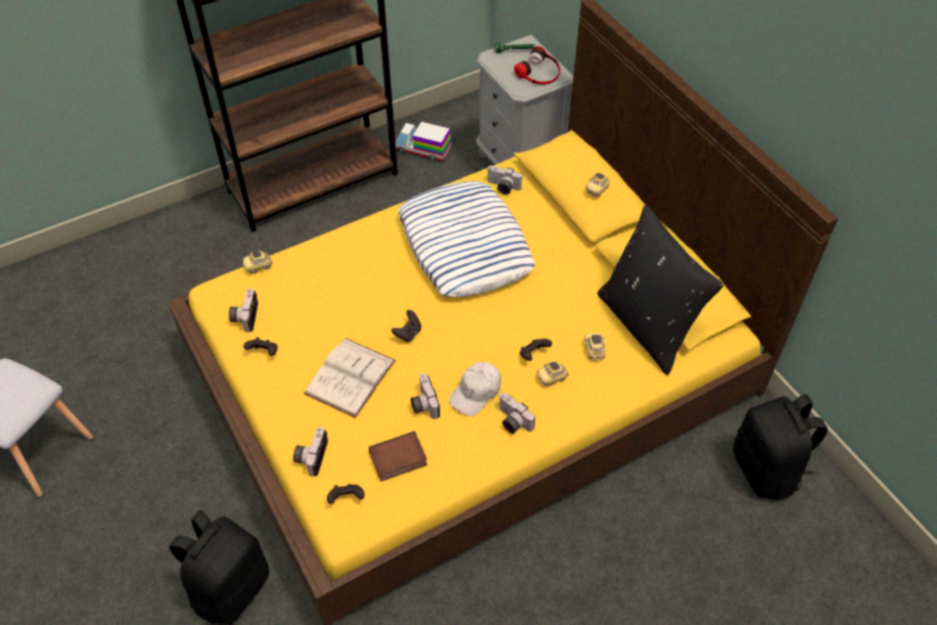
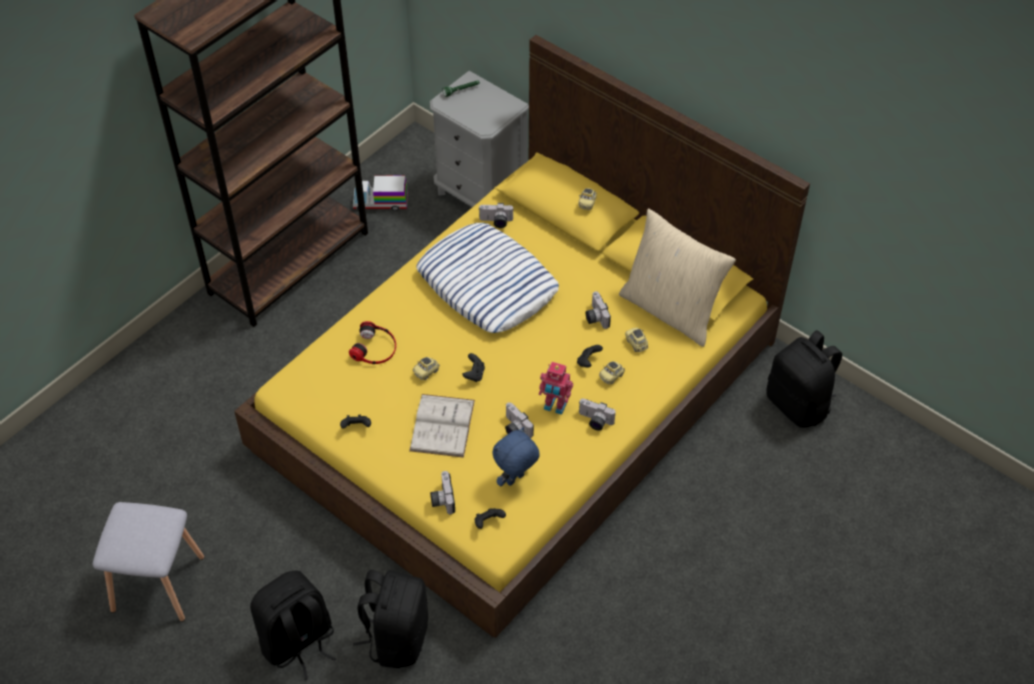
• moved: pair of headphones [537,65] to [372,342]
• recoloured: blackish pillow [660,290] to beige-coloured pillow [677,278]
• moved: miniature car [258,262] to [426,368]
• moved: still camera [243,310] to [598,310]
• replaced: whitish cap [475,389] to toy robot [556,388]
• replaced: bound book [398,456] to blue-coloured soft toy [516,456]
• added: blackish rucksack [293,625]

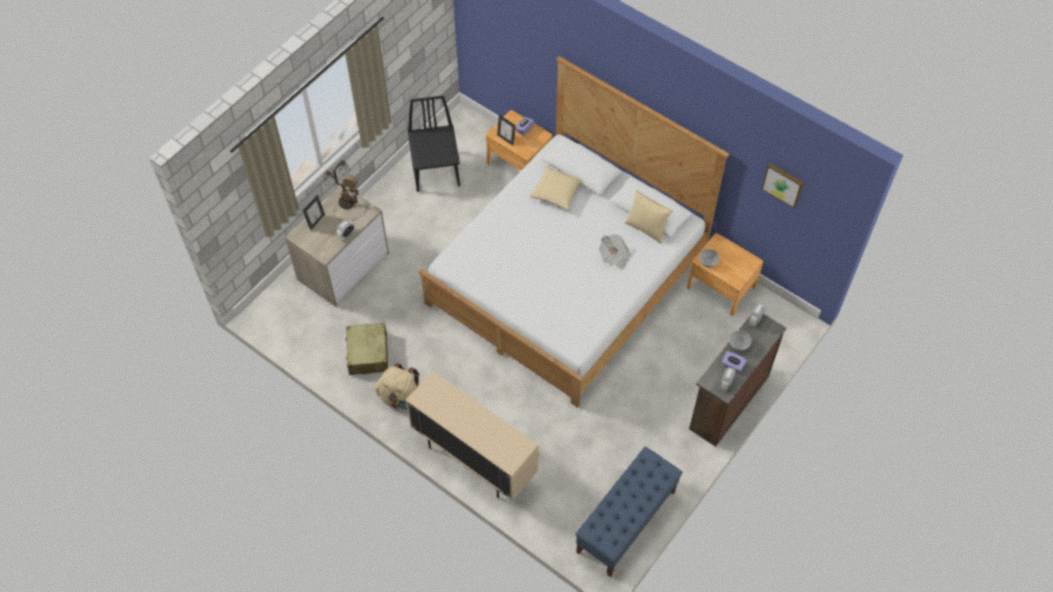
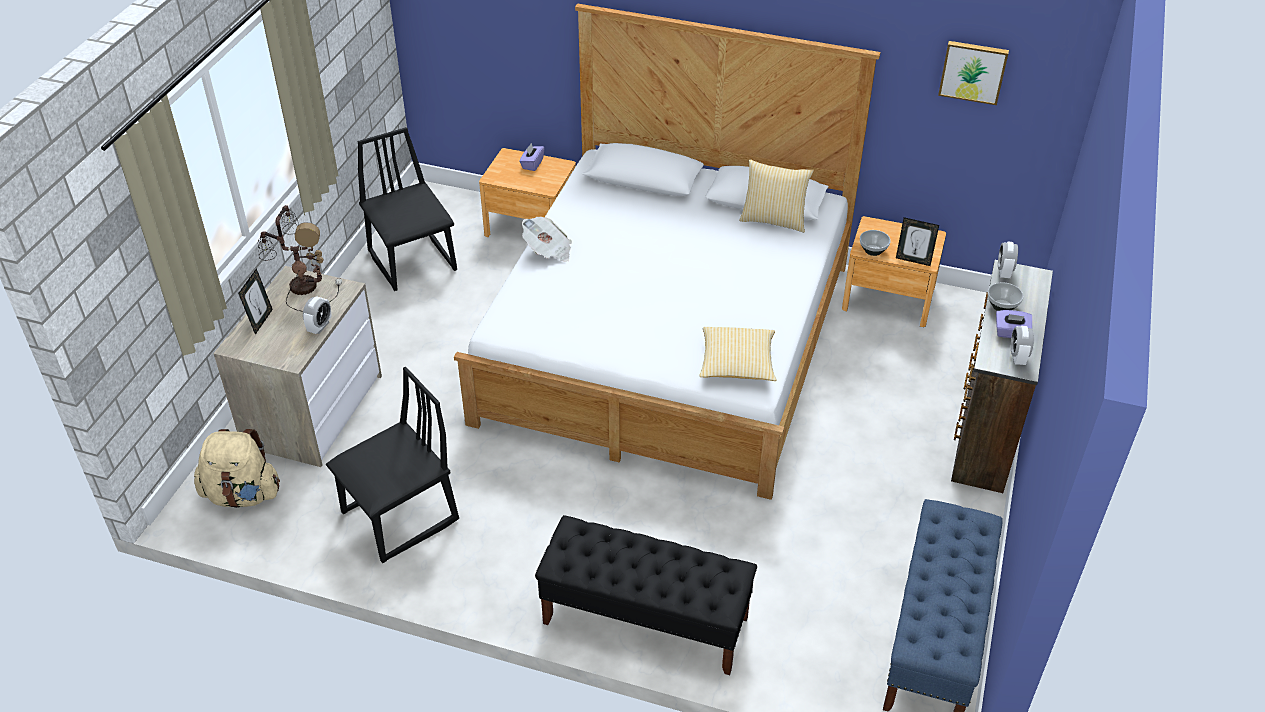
• moved: standing frame [506,130] to [917,241]
• moved: pillow [555,188] to [737,354]
• moved: daily paper [615,252] to [547,239]
• replaced: beige-coloured travel case [366,349] to blackish chair [392,465]
• moved: beige-coloured rucksack [397,386] to [237,468]
• replaced: beige-coloured cupboard [472,436] to blackish indoor bench [646,595]

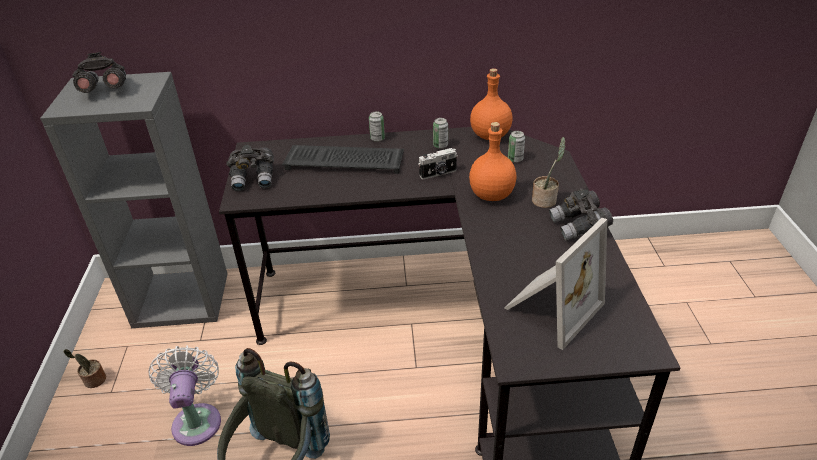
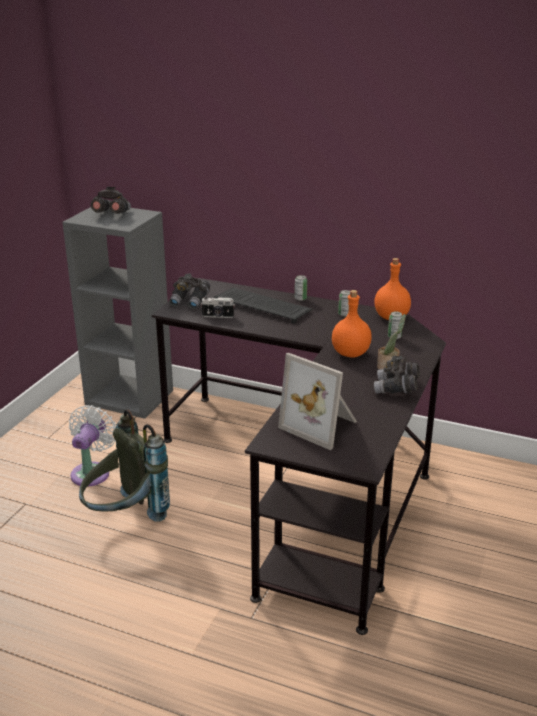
• moved: still camera [438,163] to [218,307]
• turned: standing frame [555,284] = [317,401] 60 degrees clockwise
• removed: houseplant [84,368]

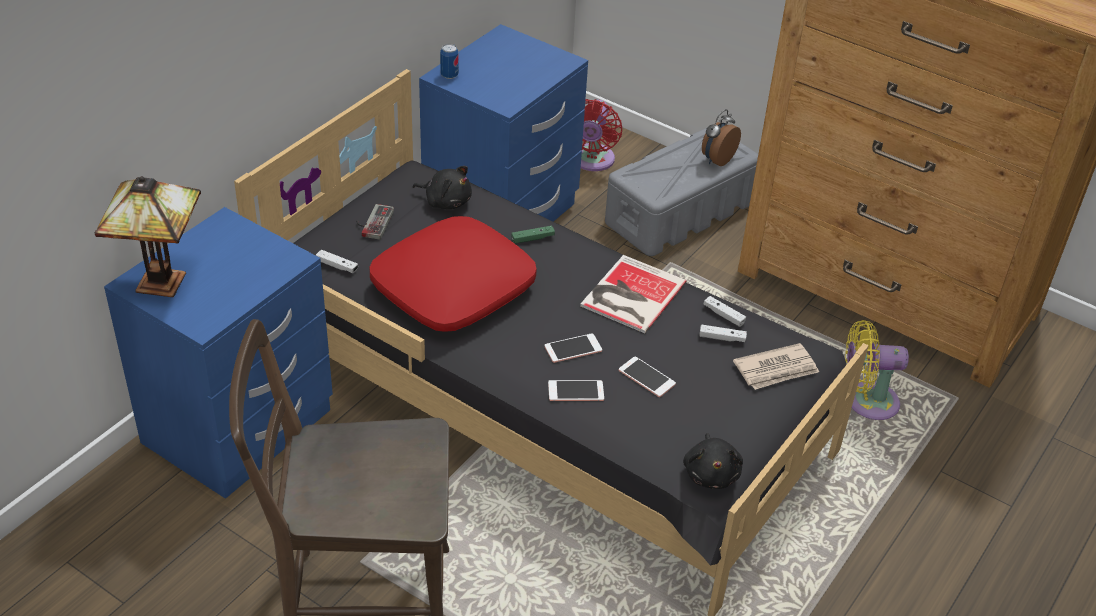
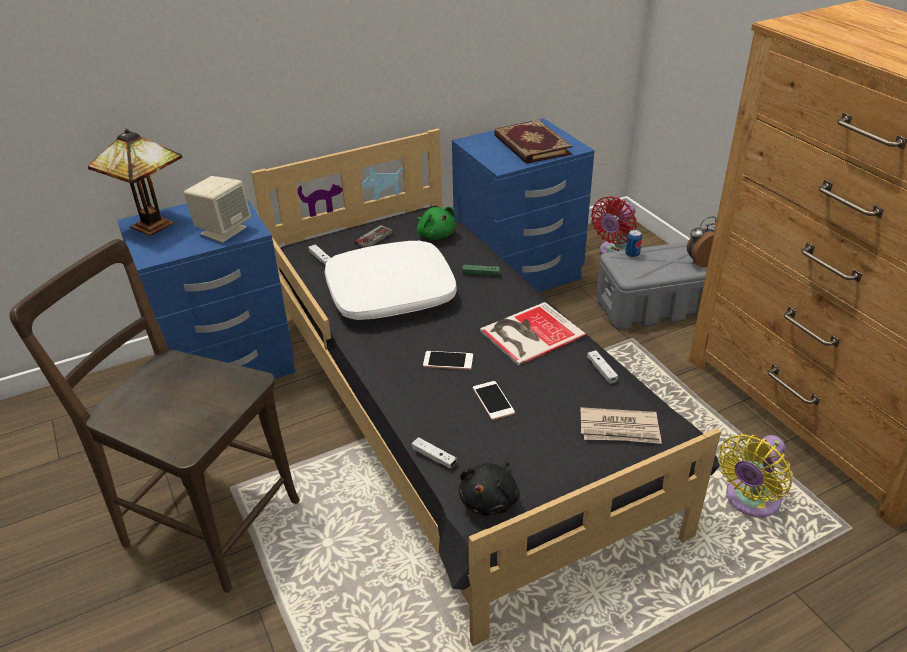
• moved: metal can [449,61] to [633,243]
• recoloured: blackish soft toy [442,187] to green-coloured soft toy [436,223]
• recoloured: red-coloured pillow [453,274] to whitish pillow [391,280]
• turned: yellow-coloured electric fan [877,370] = [755,475] 75 degrees counterclockwise
• moved: whitish gamepad [723,333] to [434,452]
• removed: handset [576,390]
• added: bound book [533,142]
• added: beige-coloured speaker [217,209]

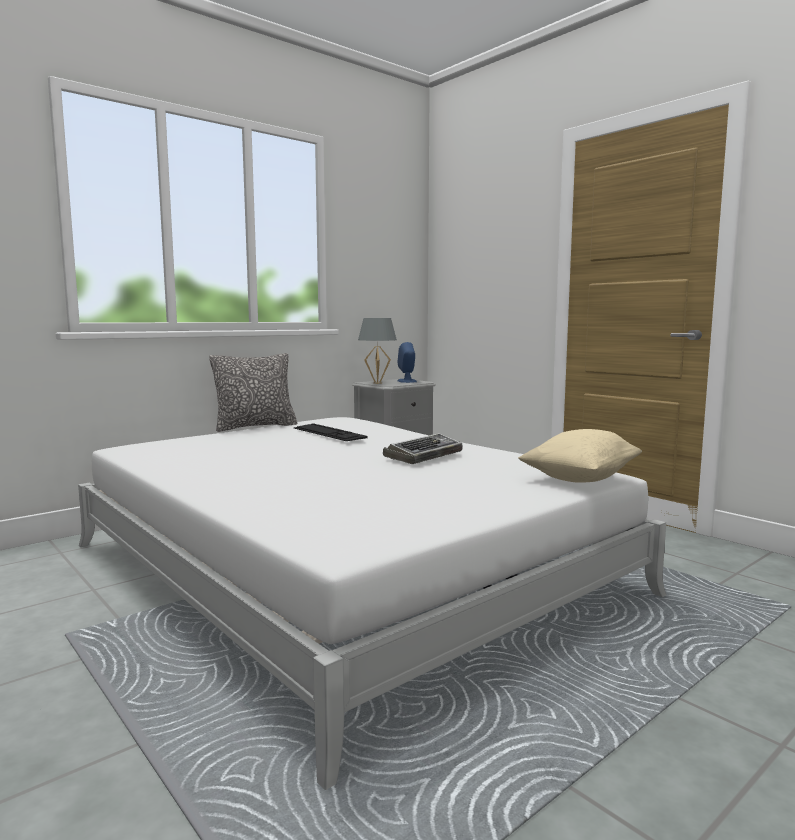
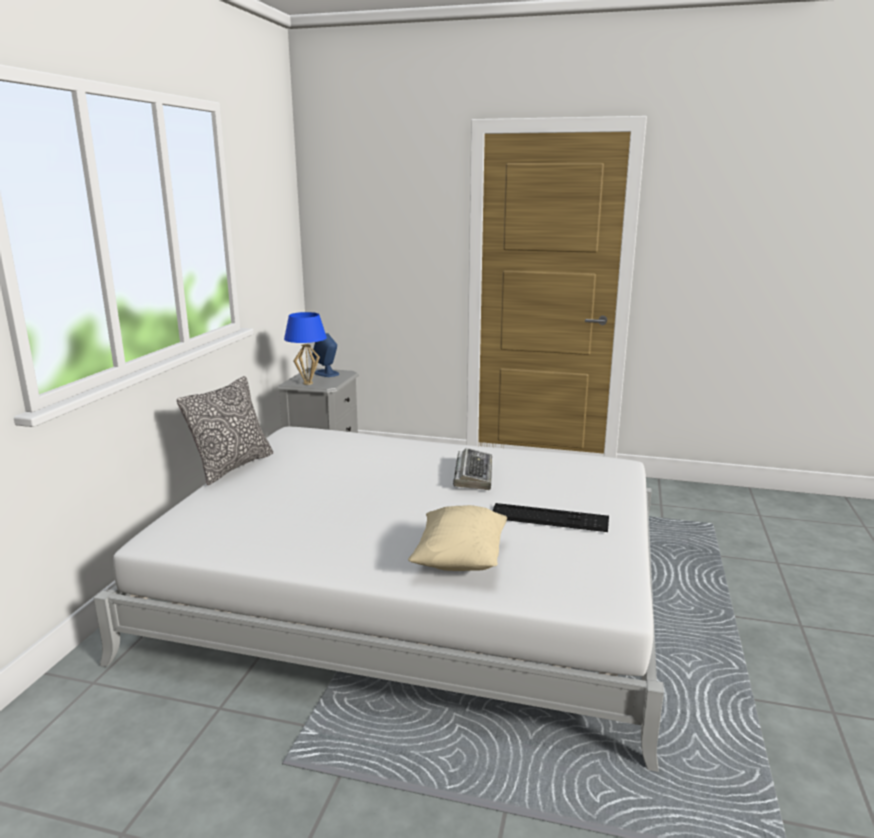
• recoloured: greyish tabletop lamp [377,351] to blue-coloured tabletop lamp [305,348]
• moved: PC keyboard [330,432] to [551,517]
• moved: beige-coloured pillow [580,456] to [457,538]

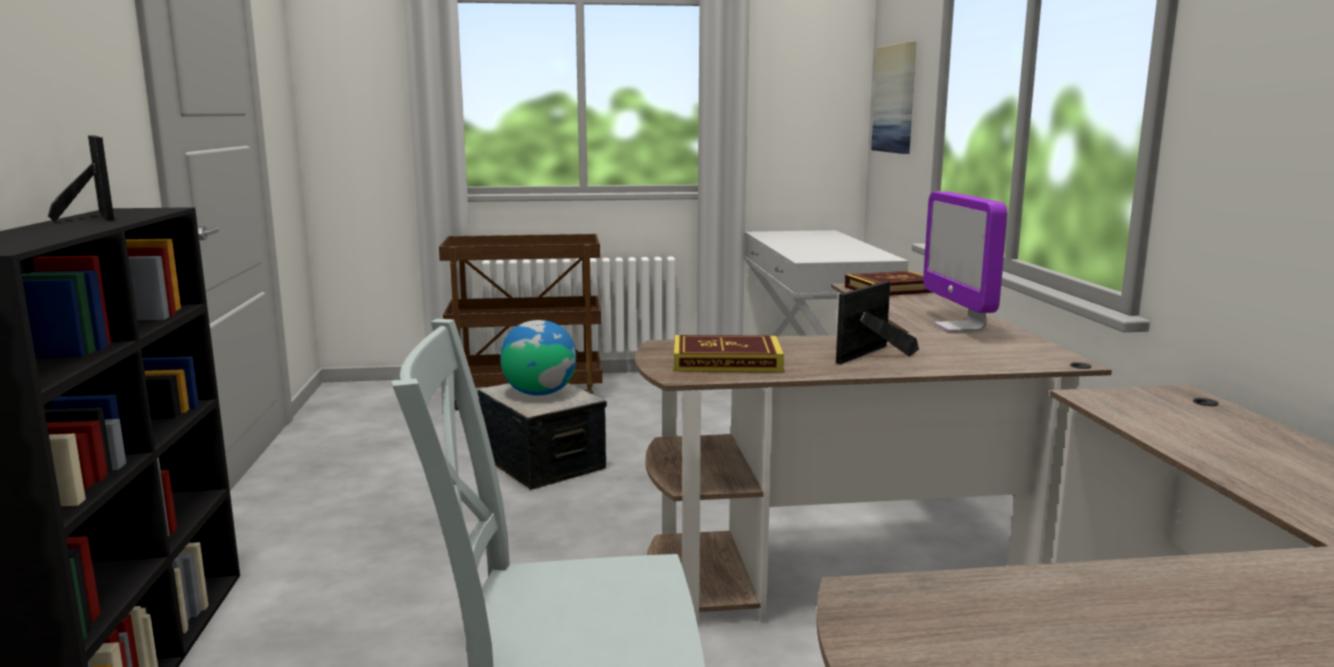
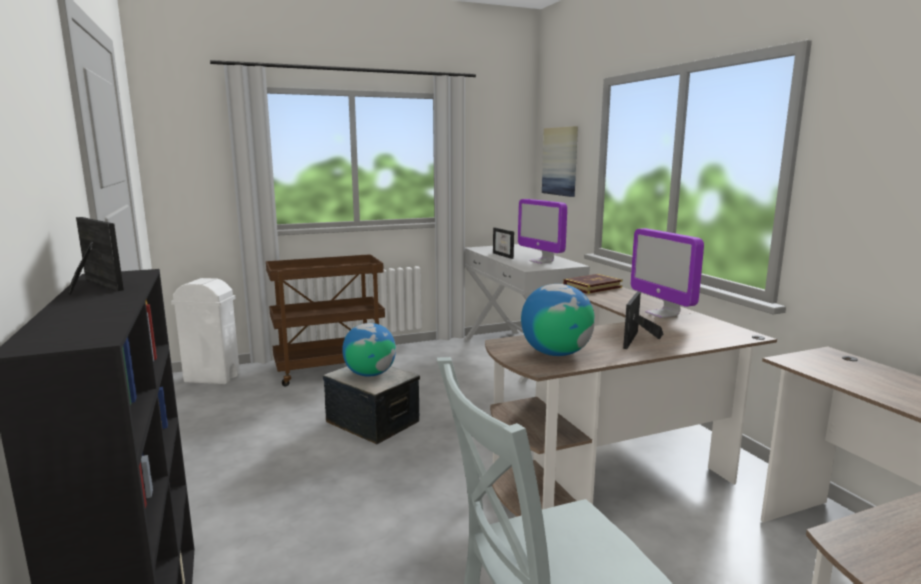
• replaced: bound book [729,353] to desk globe [558,320]
• added: monitor [542,231]
• added: standing frame [503,243]
• added: whitish trash can [205,331]

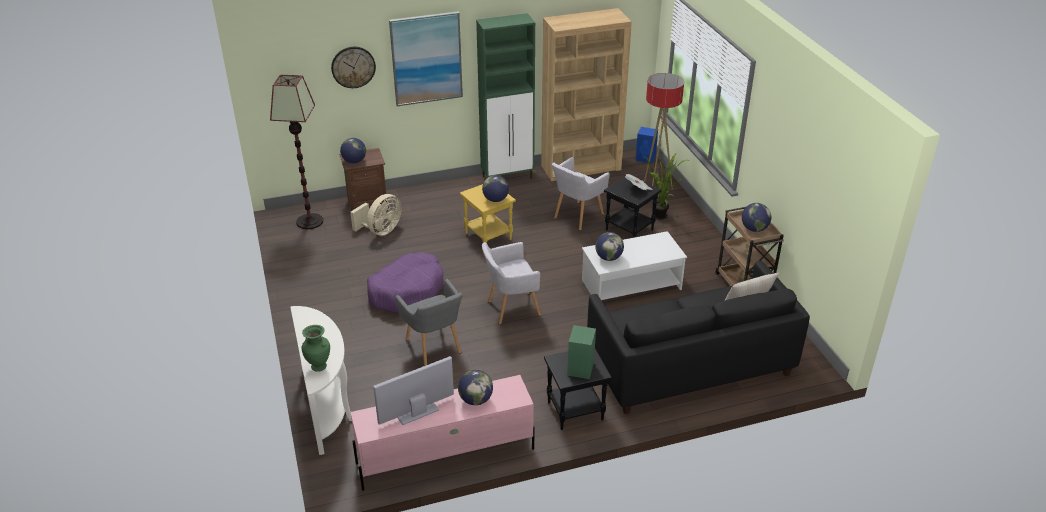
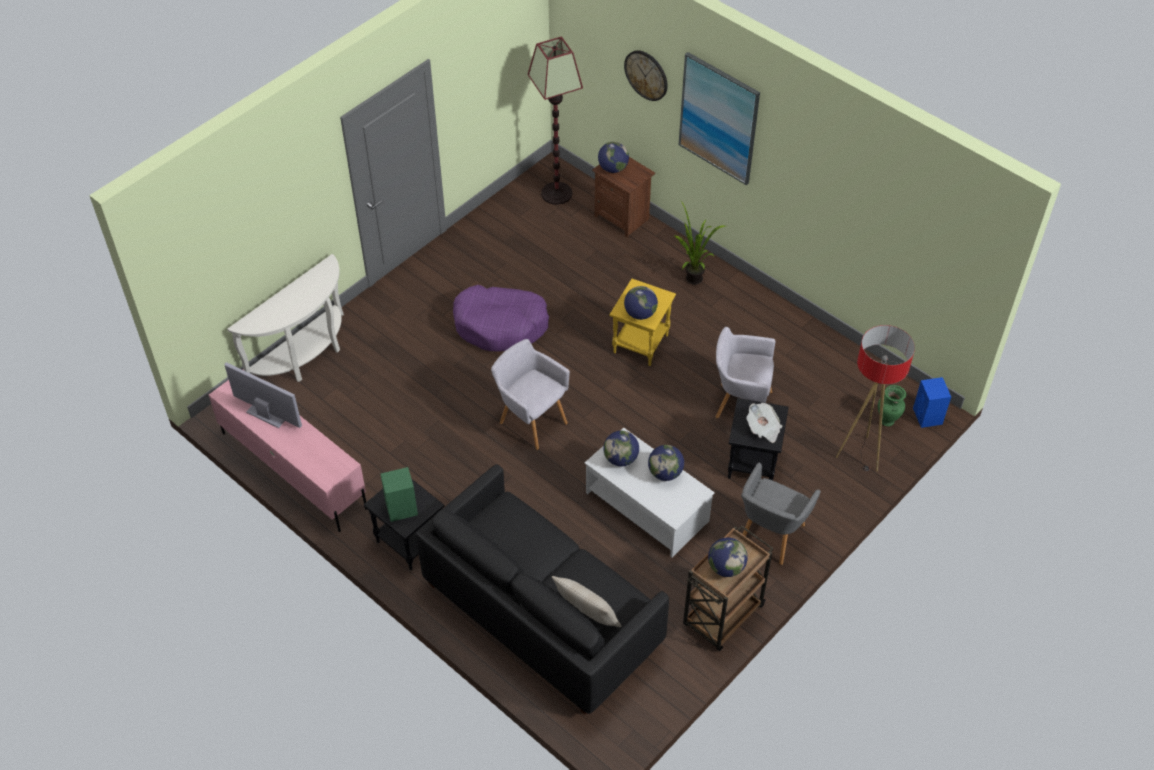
• removed: brown-coloured bookcase [586,94]
• removed: green-coloured cupboard [505,96]
• moved: houseplant [667,186] to [700,243]
• removed: beige-coloured electric fan [376,215]
• moved: greyish easy chair [428,322] to [781,513]
• moved: green-coloured vase [316,348] to [892,405]
• moved: desk globe [475,387] to [666,463]

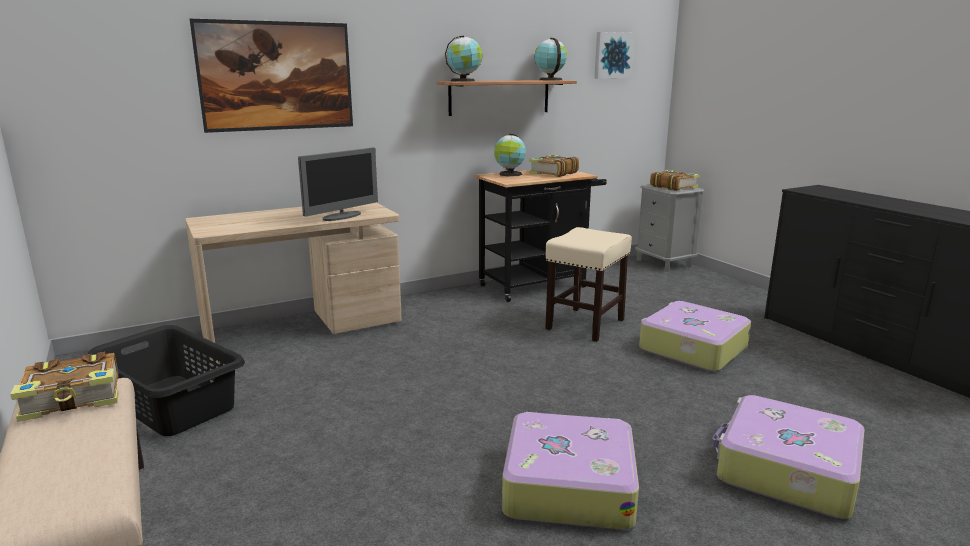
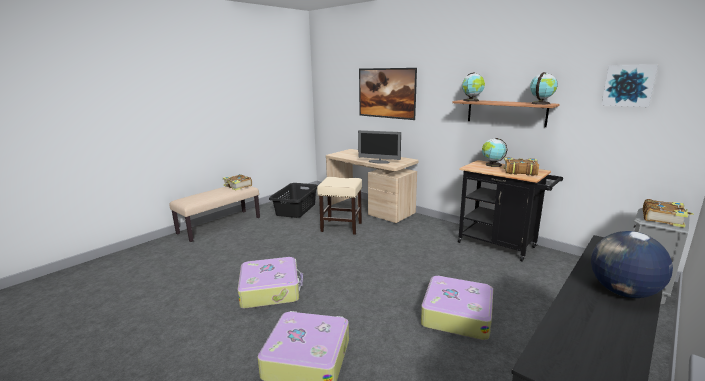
• moved: beige-coloured stool [588,284] to [339,206]
• added: desk globe [632,264]

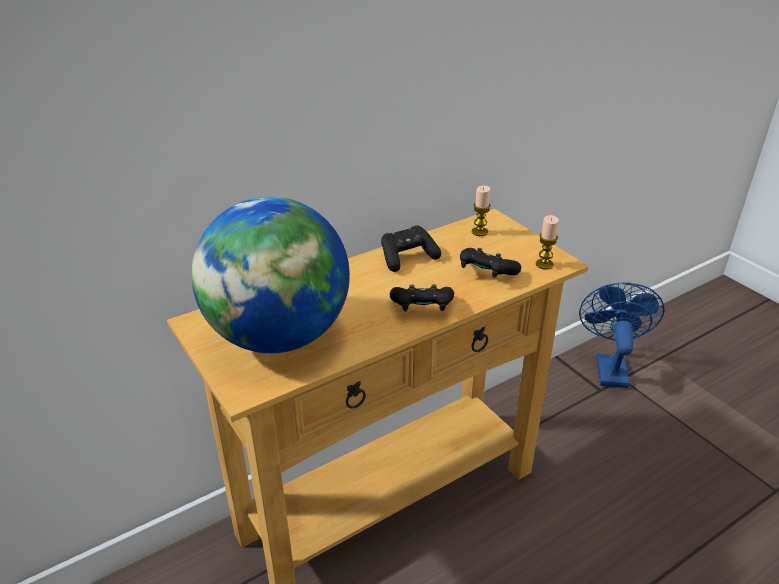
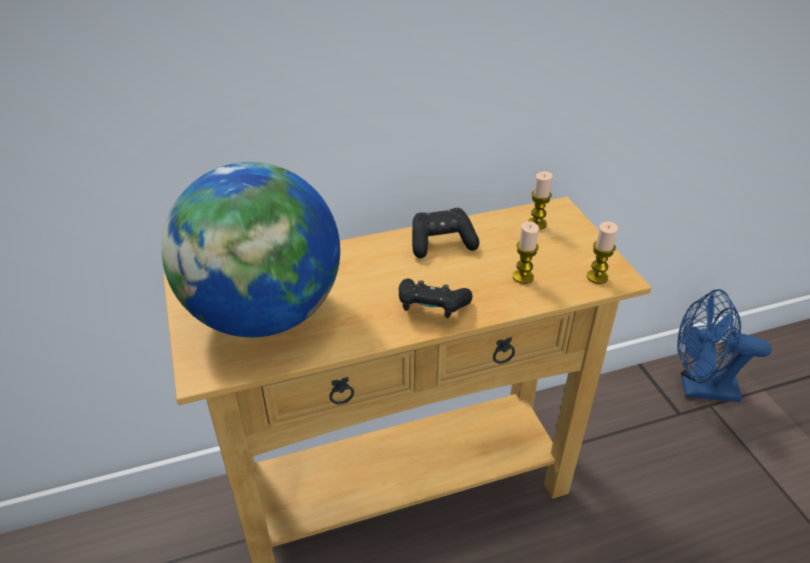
• replaced: blackish gamepad [490,263] to wax light [526,252]
• turned: blue-coloured electric fan [622,335] = [724,345] 105 degrees counterclockwise

